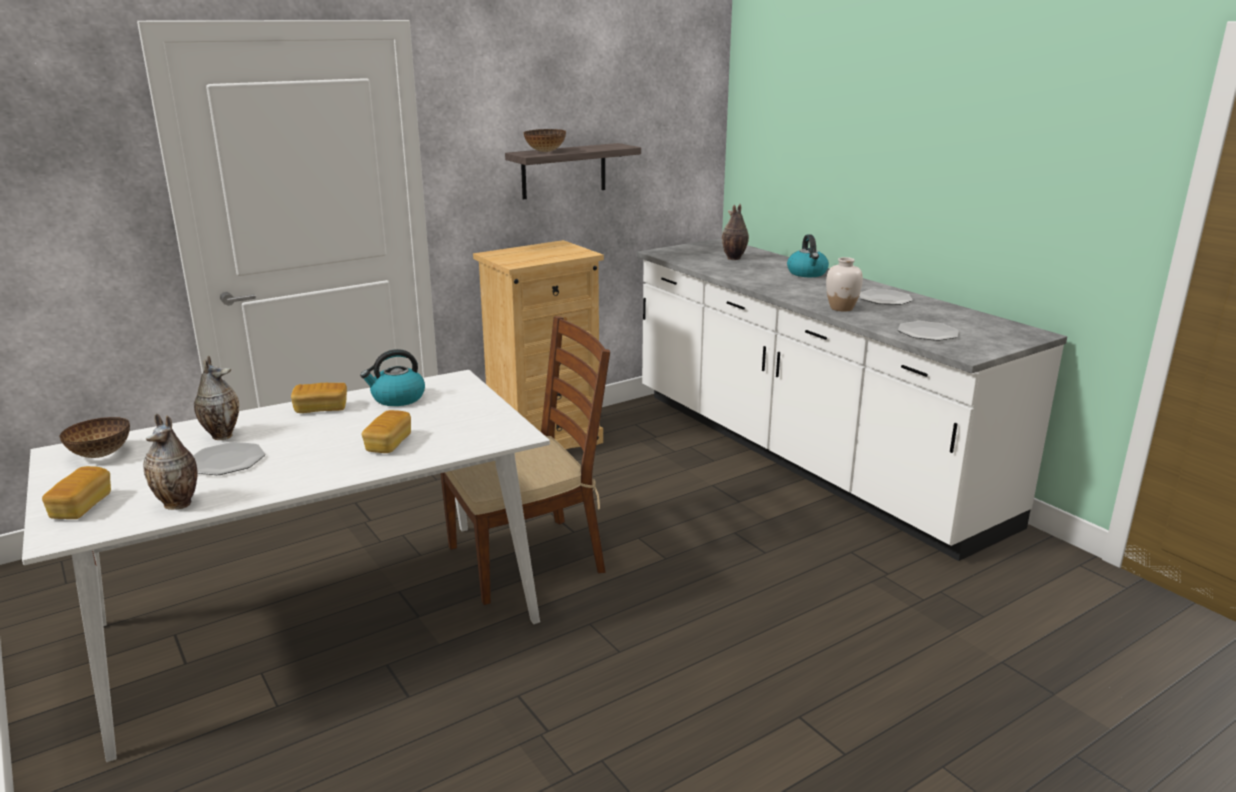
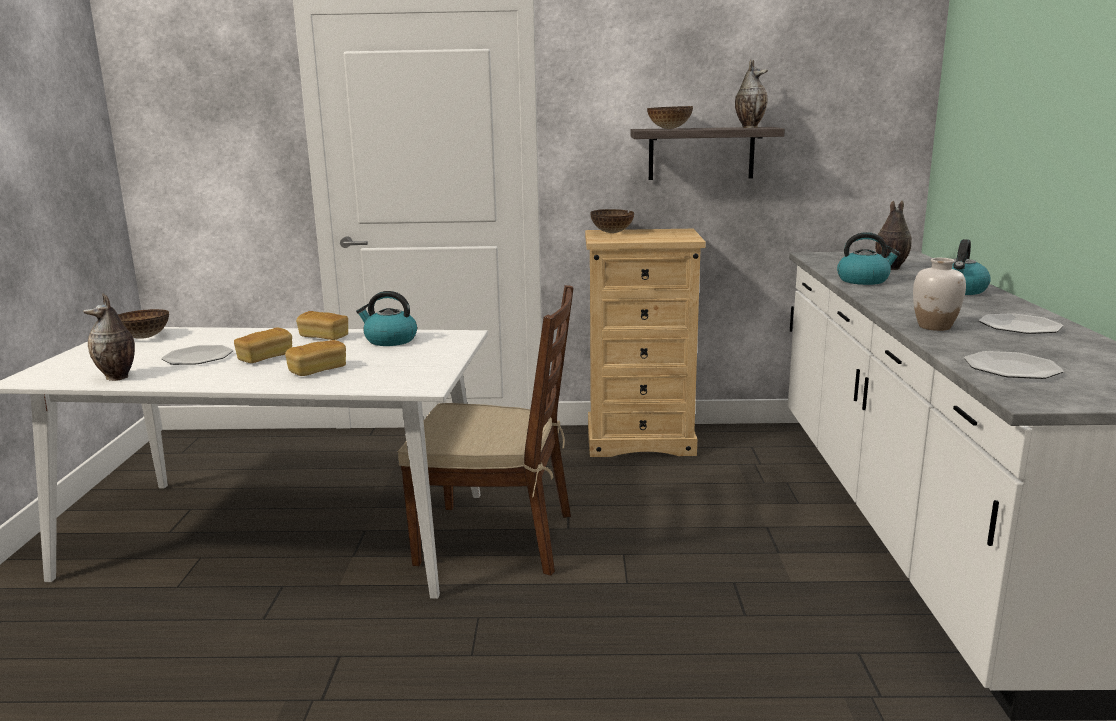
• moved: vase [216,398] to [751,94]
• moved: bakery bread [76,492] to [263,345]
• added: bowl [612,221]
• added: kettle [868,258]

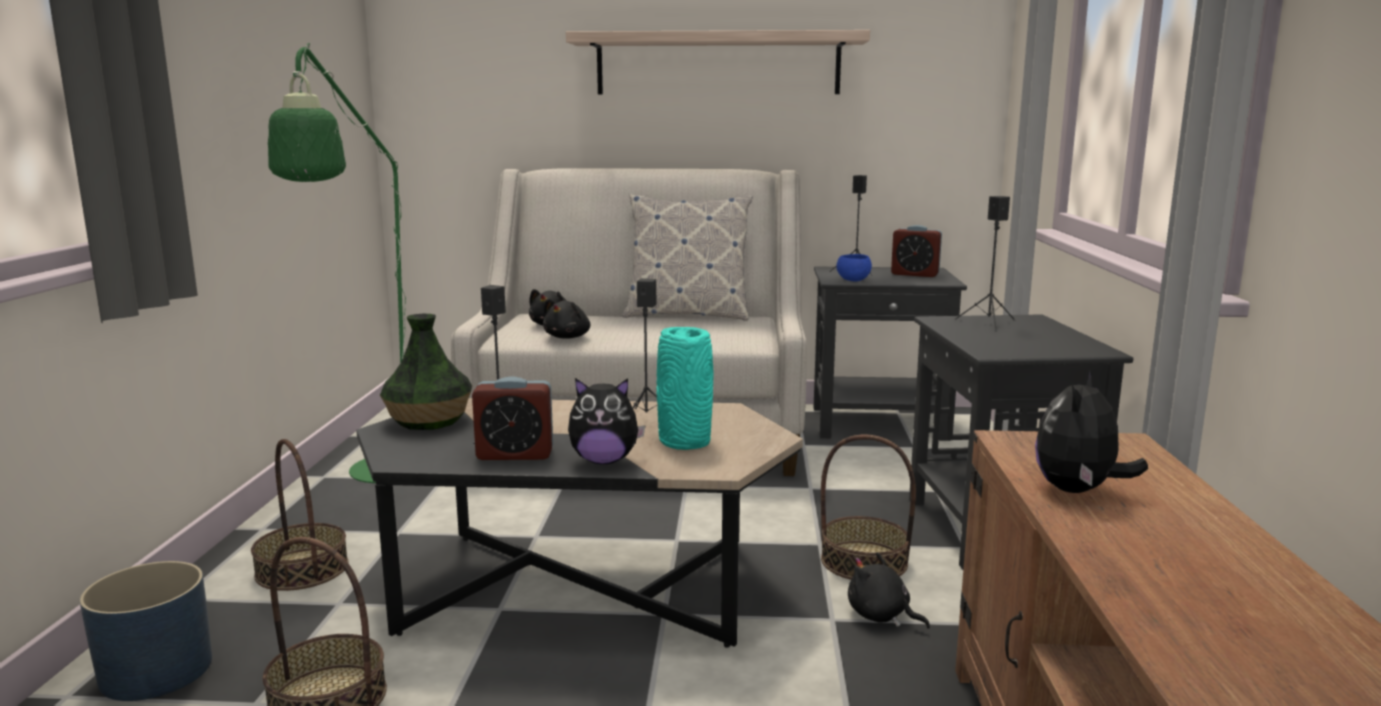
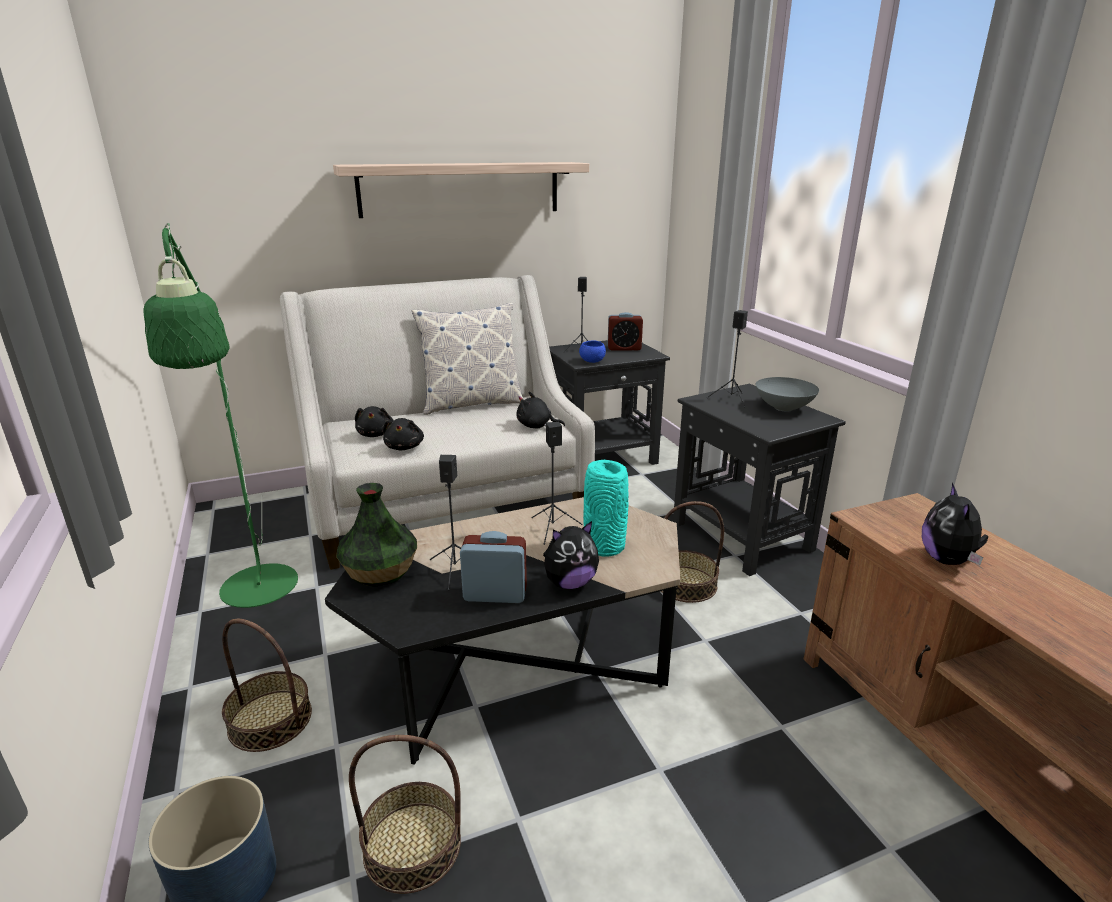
• turned: alarm clock [512,418] = [493,567] 150 degrees counterclockwise
• moved: blackish soft toy [889,590] to [540,410]
• added: greyish bowl [787,394]

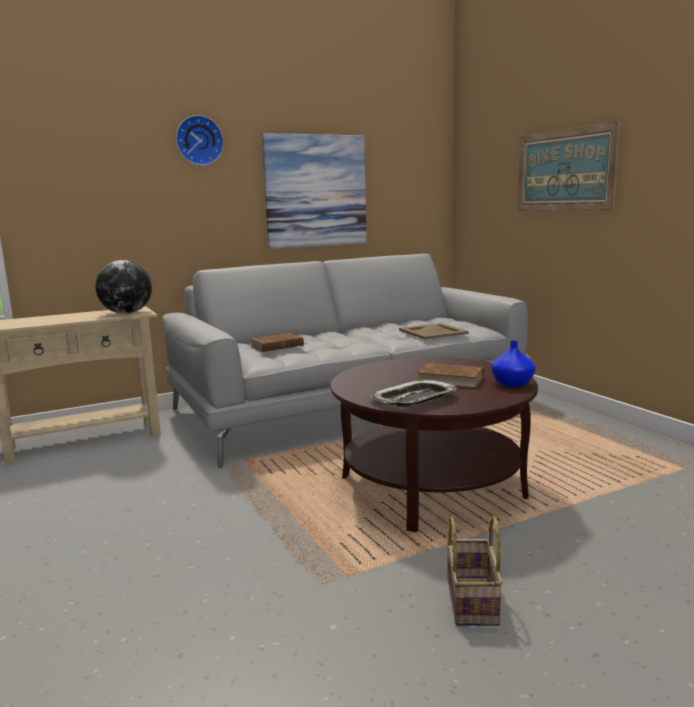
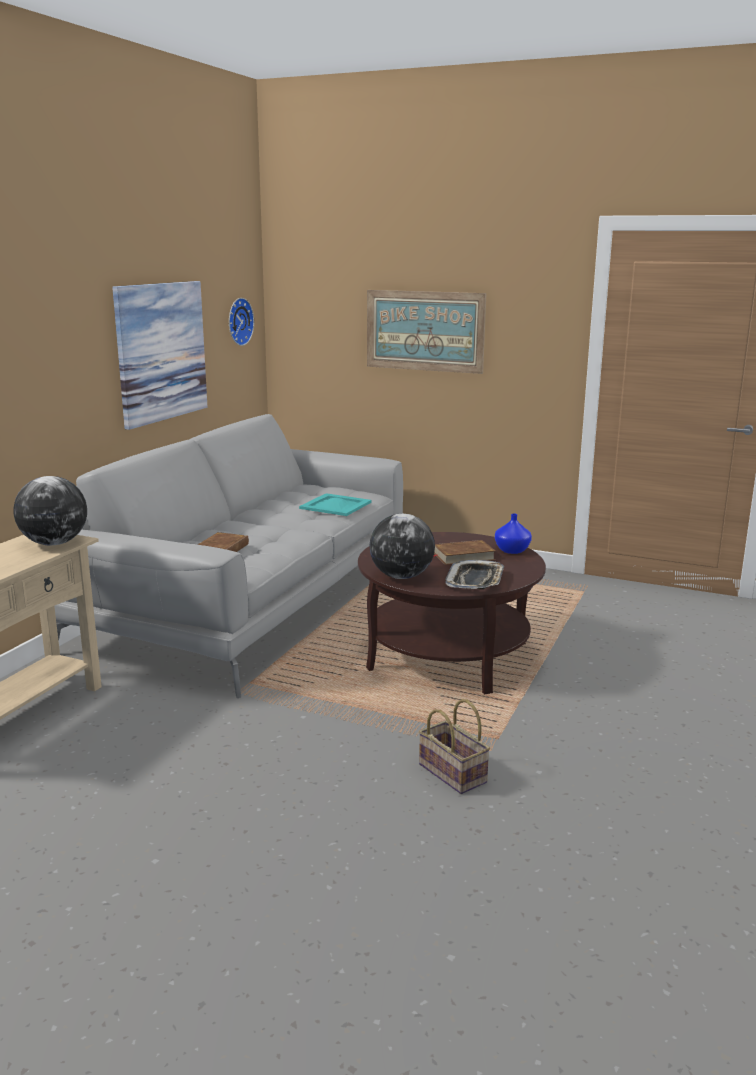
• moved: hanging clock [200,140] to [241,322]
• recoloured: beige-coloured carrying tray [434,331] to blue-green carrying tray [335,504]
• moved: household basket [474,571] to [454,746]
• added: desk globe [402,546]

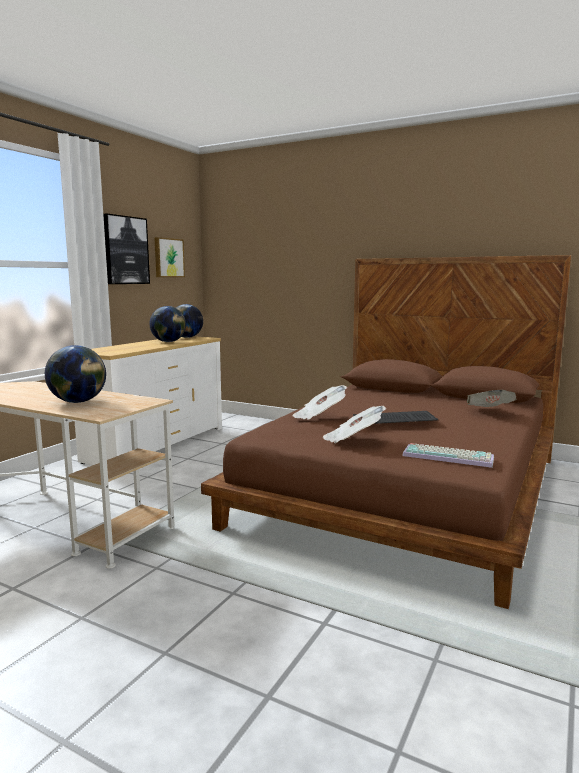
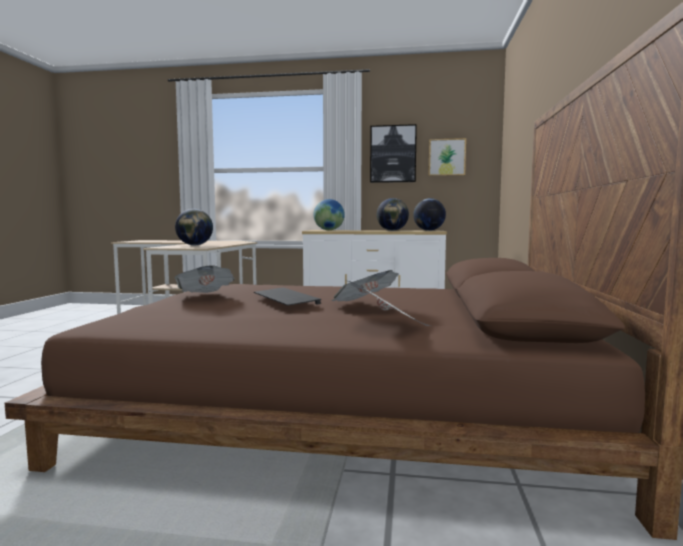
• moved: daily paper [320,402] to [365,286]
• removed: PC keyboard [448,455]
• added: desk globe [329,214]

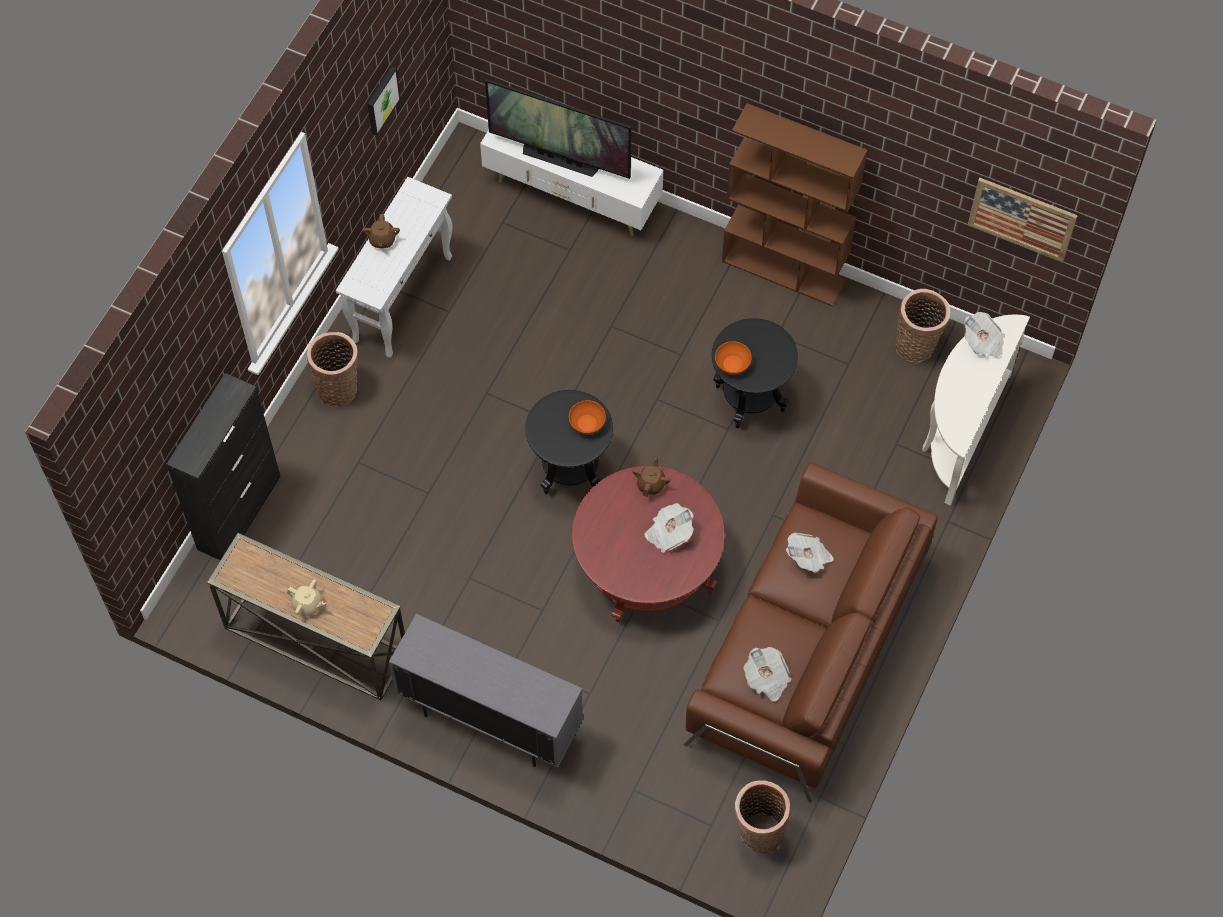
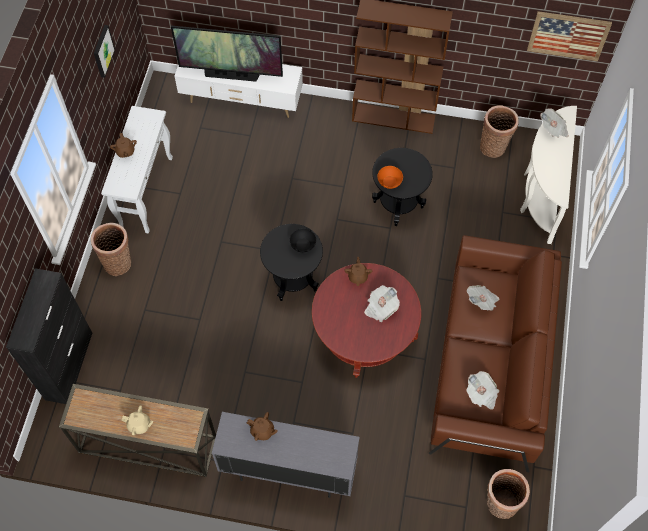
• recoloured: orange bowl [587,417] to blackish bowl [303,240]
• added: brown-coloured pot for tea [262,426]

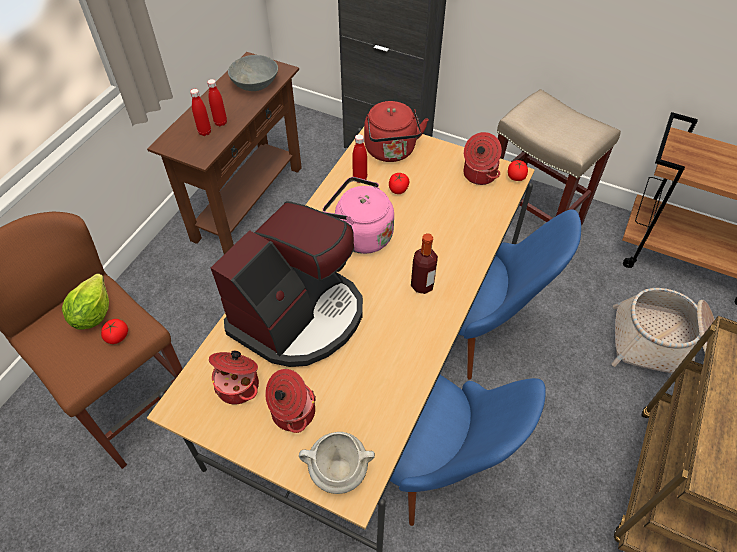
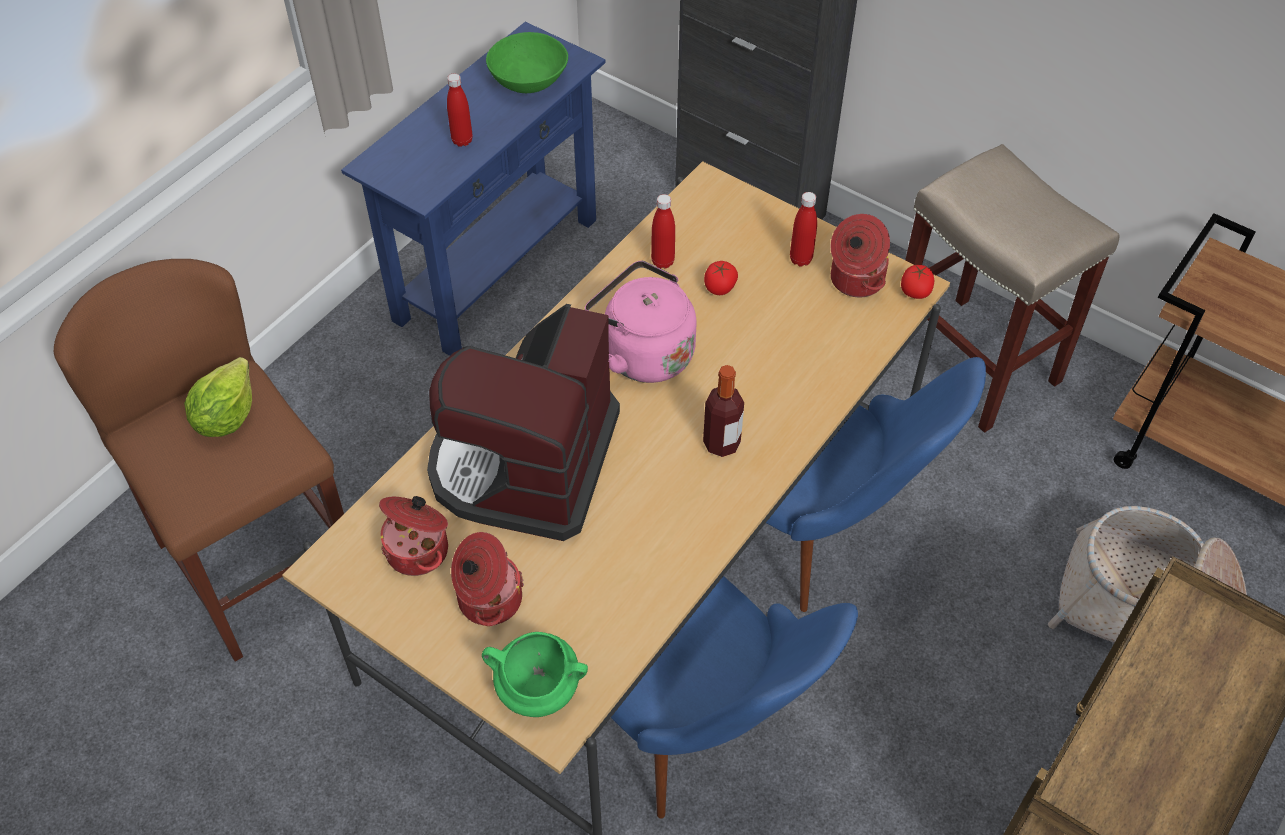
• recoloured: brown-coloured hall table [224,153] to blue-coloured hall table [473,189]
• recoloured: greyish bowl [253,73] to green-coloured bowl [527,62]
• moved: red-coloured drink bottle [200,112] to [803,229]
• removed: red-coloured kettle [396,131]
• turned: coffee machine [287,284] = [523,422] 150 degrees clockwise
• removed: fresh tomato [114,331]
• recoloured: whitish stockpot [337,463] to green-coloured stockpot [535,674]

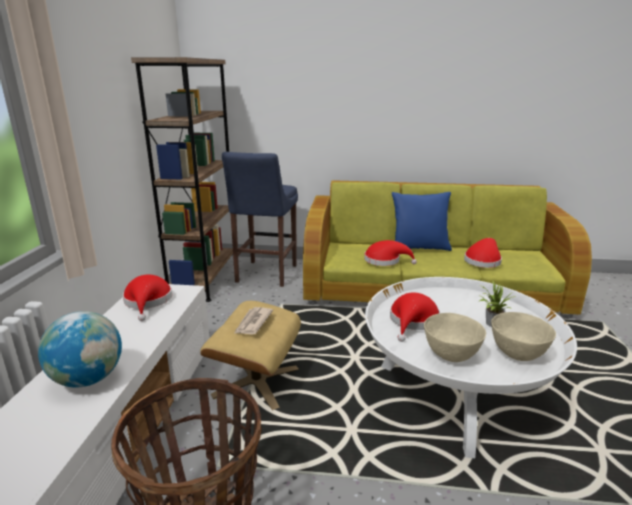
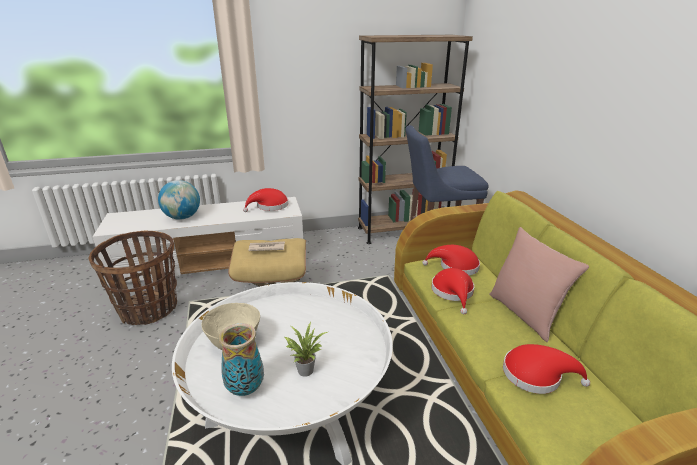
• recoloured: blue-coloured pillow [422,221] to pinkish pillow [539,284]
• moved: red-coloured wearable hat [415,317] to [451,260]
• replaced: beige-coloured bowl [523,336] to vase [241,359]

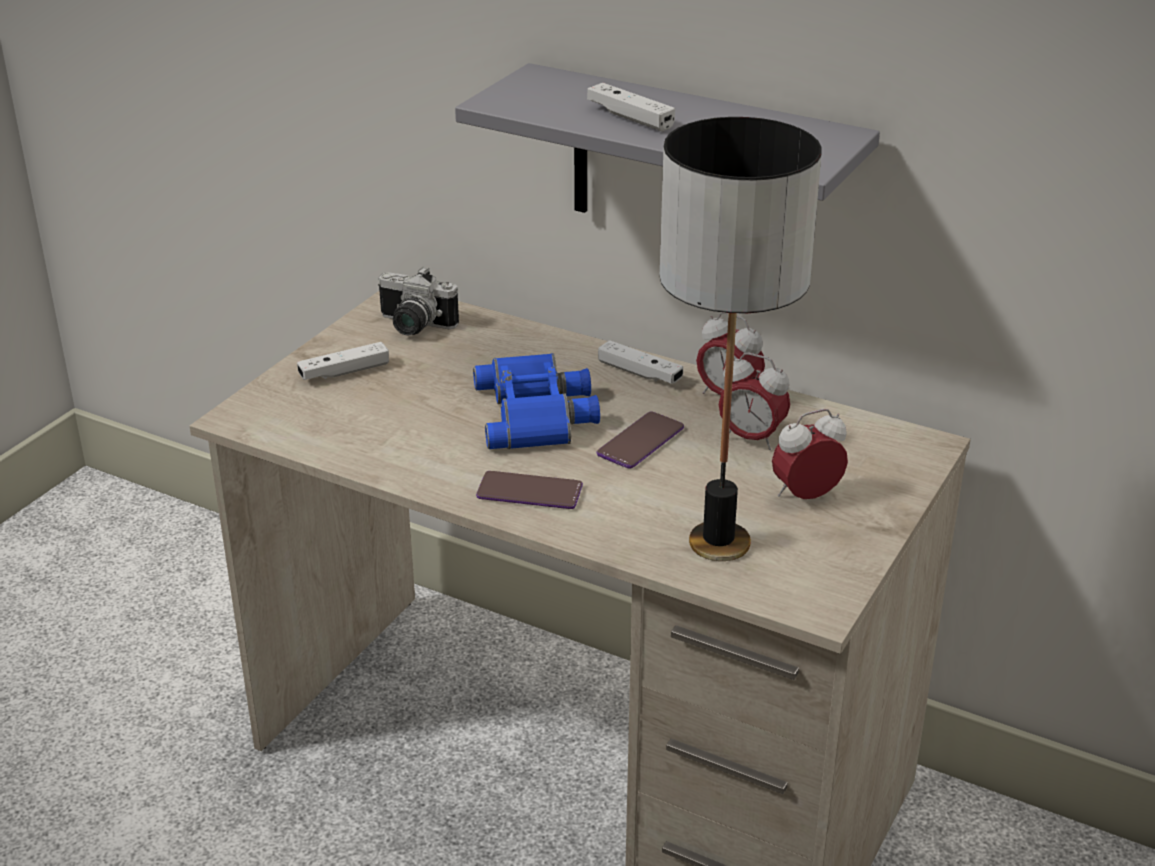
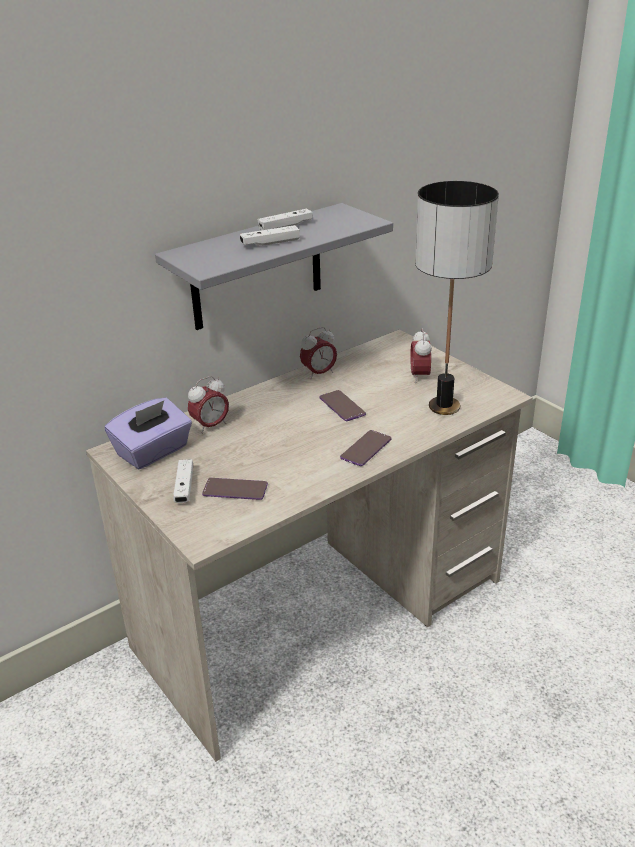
• replaced: still camera [418,301] to purplish tissue holder [148,433]
• moved: whitish gamepad [640,362] to [285,220]
• removed: blue-coloured pair of binoculars [536,401]
• moved: alarm clock [754,401] to [208,405]
• added: handset [235,489]

